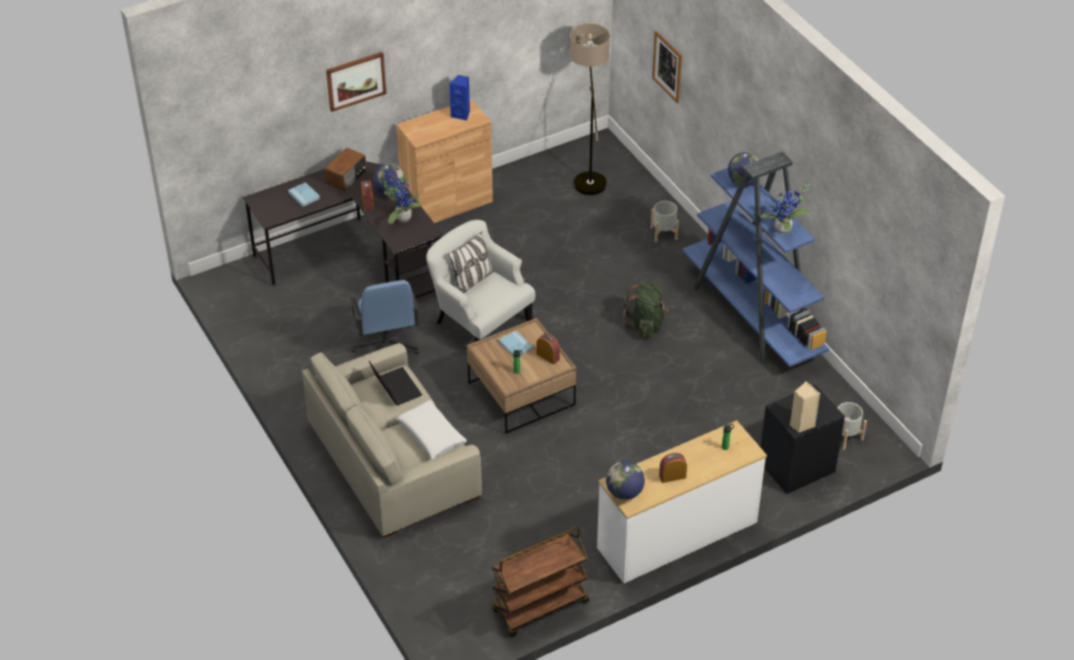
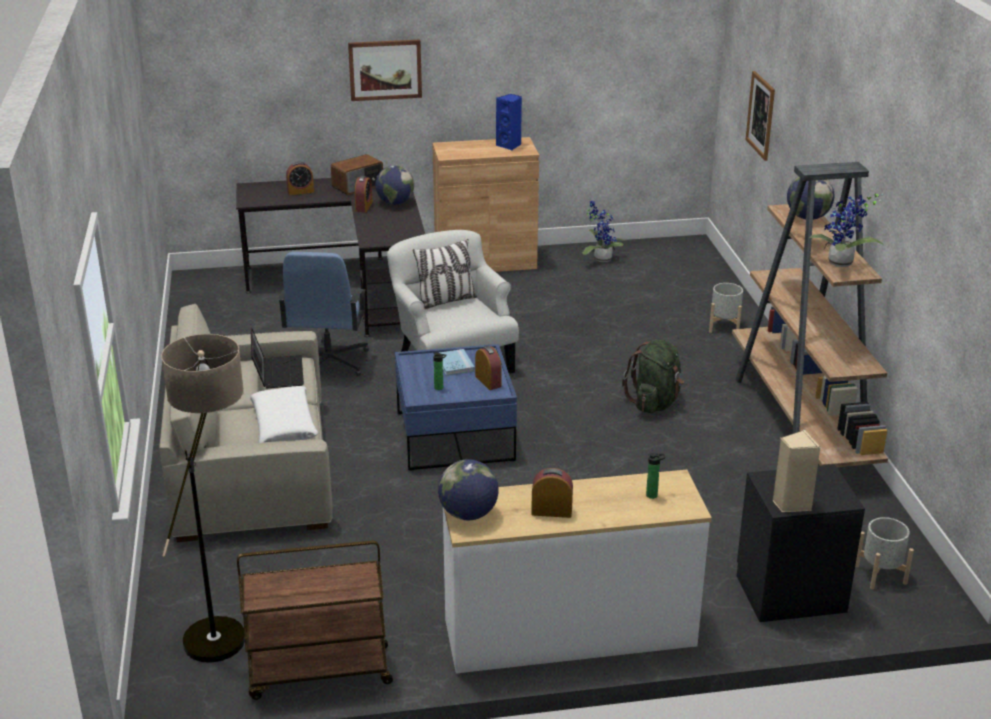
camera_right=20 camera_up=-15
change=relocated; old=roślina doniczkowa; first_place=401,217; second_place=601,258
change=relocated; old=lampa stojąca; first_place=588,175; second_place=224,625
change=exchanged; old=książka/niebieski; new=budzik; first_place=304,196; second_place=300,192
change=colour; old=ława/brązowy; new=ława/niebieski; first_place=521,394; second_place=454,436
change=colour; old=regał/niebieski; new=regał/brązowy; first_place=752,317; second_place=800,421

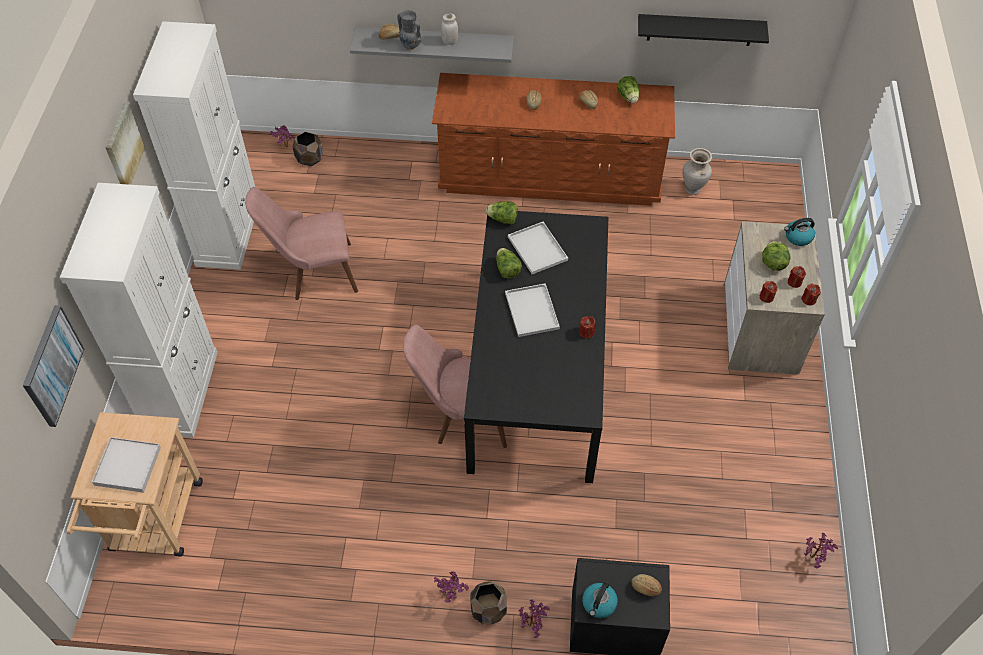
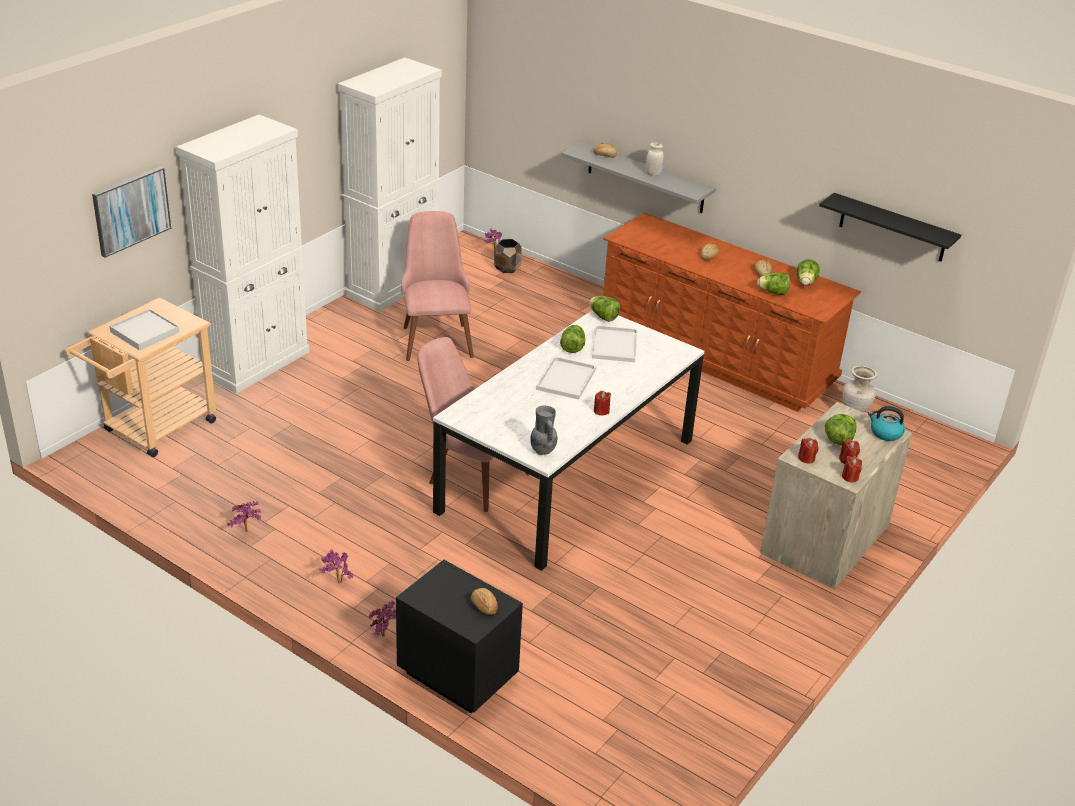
camera_right=30 camera_up=-20
change=missing; old=obraz; first_place=123,147
change=missing; old=donica/brązowy; first_place=488,610
change=missing; old=czajnik; first_place=599,604
change=appeared; new=sałata; second_place=773,293
change=relocated; old=wazon/szary; first_place=410,46; second_place=543,451
change=relocated; old=roślina doniczkowa; first_place=814,558; second_place=247,533
change=colour; old=stół jadalny/czarny; new=stół jadalny/biały; first_place=536,370; second_place=568,474
change=spun; old=krzesło/różowy; first_place=312,273; second_place=435,336; degrees=60

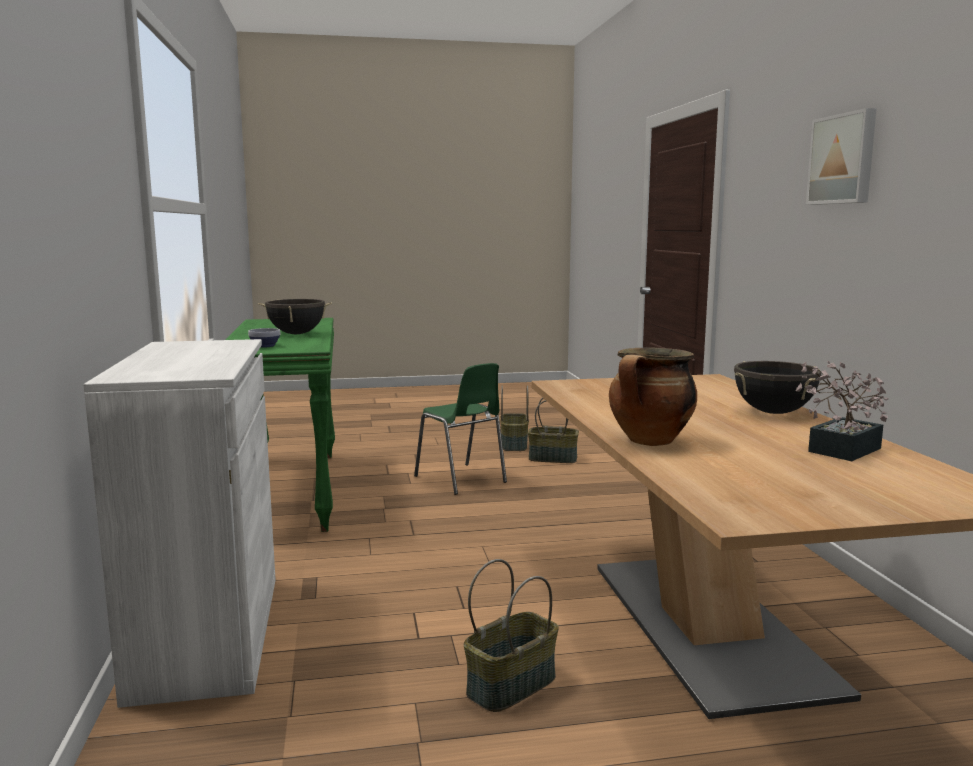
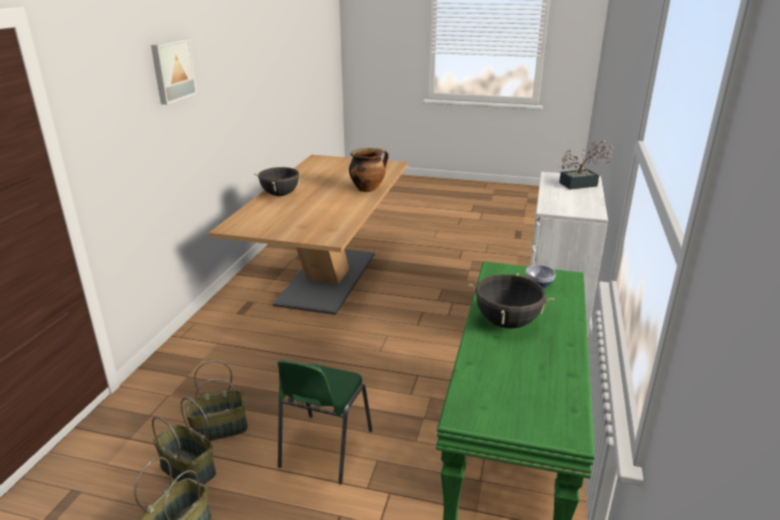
camera_right=-155 camera_up=15
change=relocated; old=koszyk; first_place=511,684; second_place=219,429
change=relocated; old=roślina doniczkowa; first_place=839,451; second_place=582,184
change=spun; old=krzesło/zielony; first_place=461,480; second_place=324,450; degrees=-150

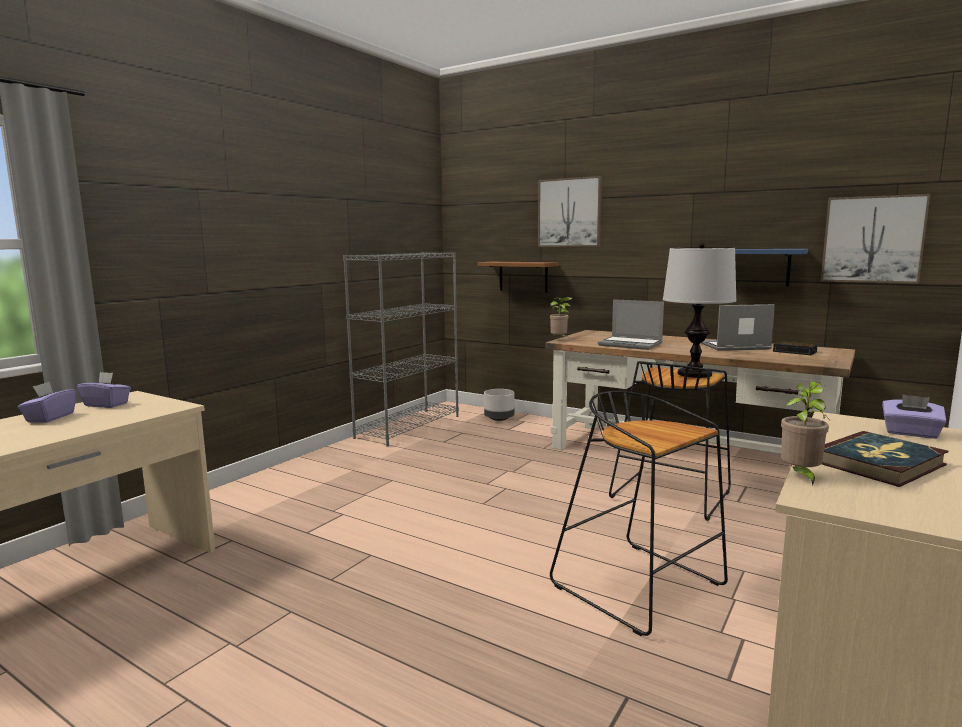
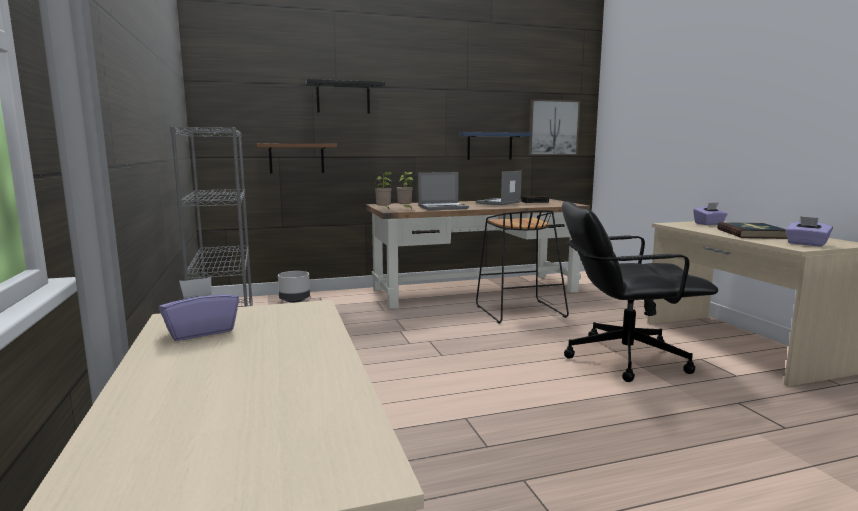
camera_right=-50 camera_up=0
change=missing; old=lampa stołowa; first_place=694,374
change=relocated; old=pudełko chusteczek/fioletowy; first_place=50,418; second_place=806,244
change=relocated; old=roślina doniczkowa; first_place=800,476; second_place=405,209
change=exchanged; old=obraz; new=półka/czarny; first_place=569,212; second_place=343,98
change=exchanged; old=stołek/czarny; new=krzesło biurowe/czarny; first_place=641,586; second_place=623,358

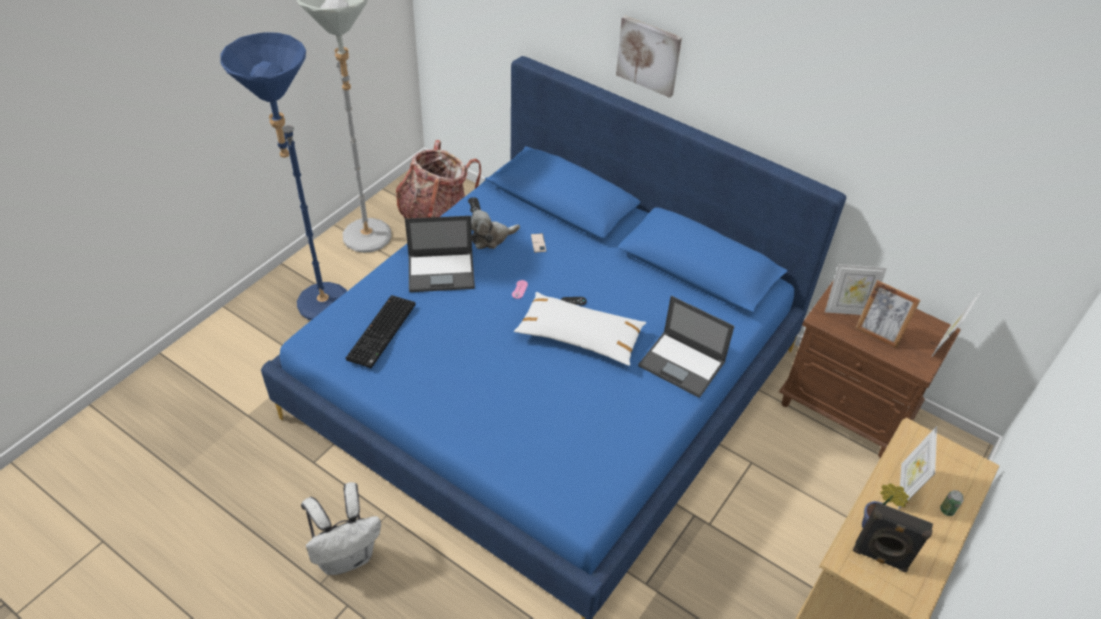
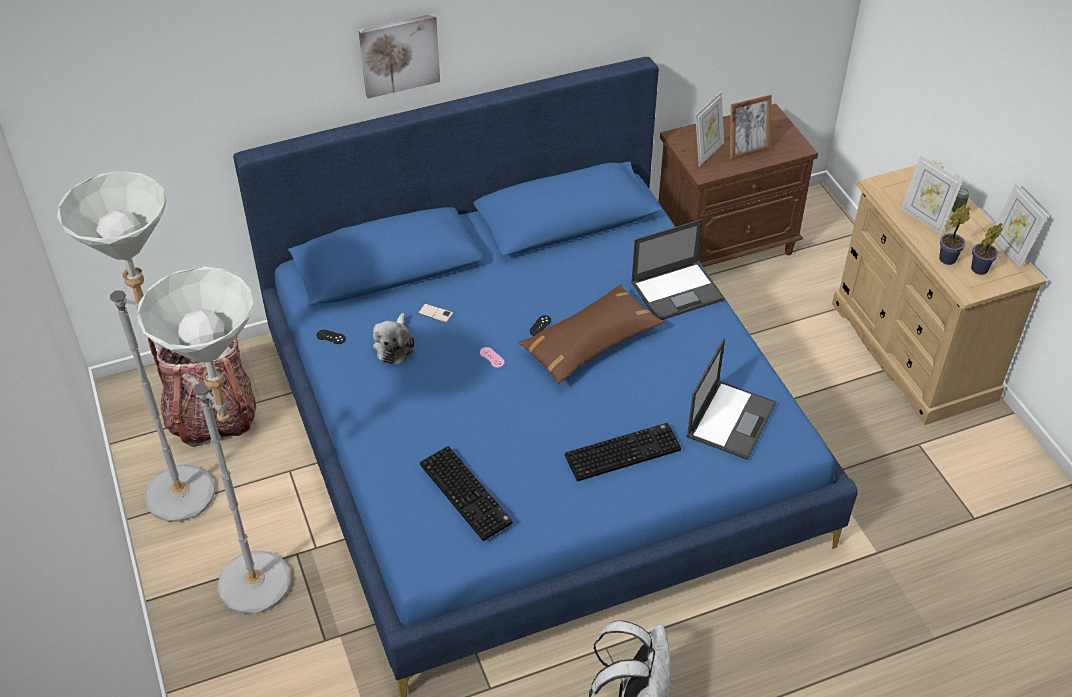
camera_right=-55 camera_up=0
change=appeared; new=klawiatura; second_place=623,451
change=relocated; old=laptop; first_place=442,272; second_place=731,419
change=relocated; old=ramka na zdjęcie; first_place=944,345; second_place=1009,250
change=exchanged; old=głośnik/czarny; new=roślina doniczkowa; first_place=880,558; second_place=977,270
change=colour; old=lampa stojąca/niebieski; new=lampa stojąca/szary; first_place=320,311; second_place=266,592
change=colour; old=poduszka/biały; new=poduszka/brązowy; first_place=580,336; second_place=590,343

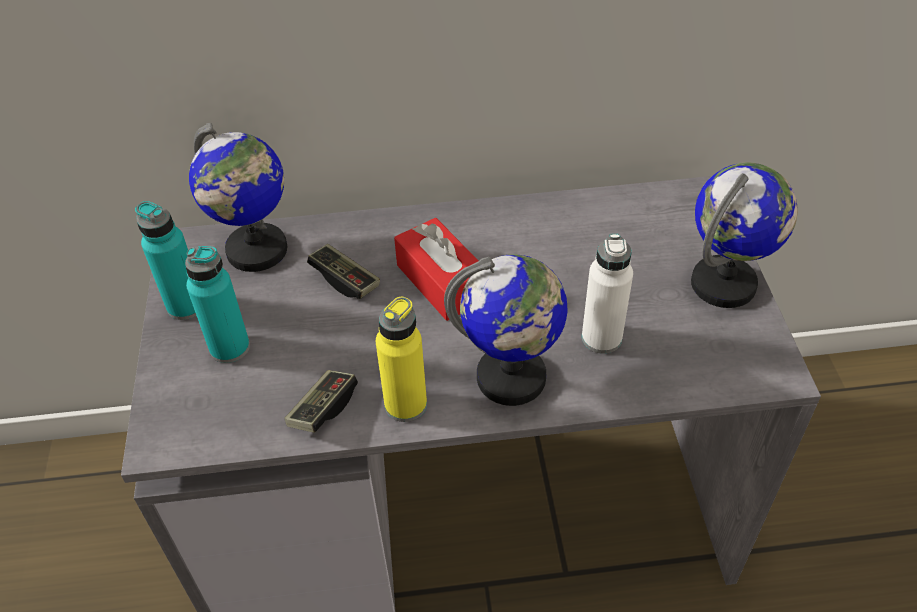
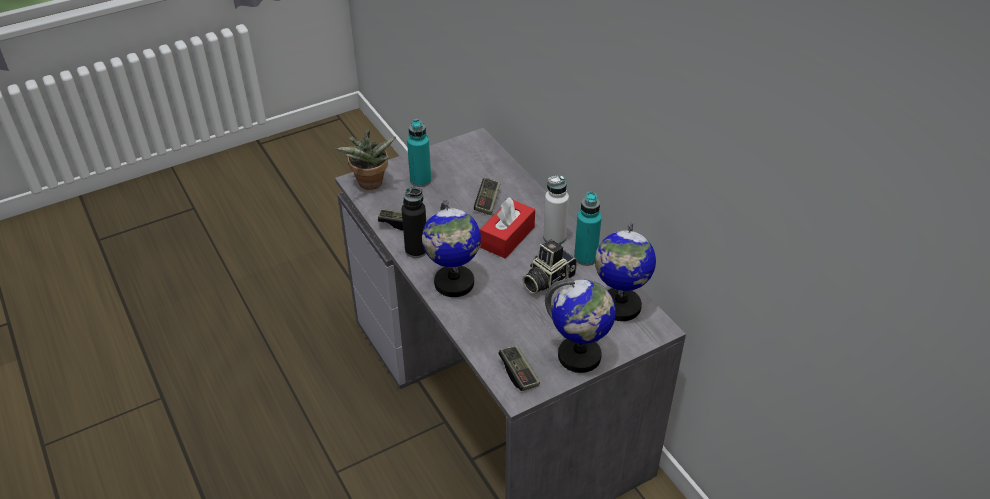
camera_right=65 camera_up=-5
change=appeared; new=roślina doniczkowa; second_place=370,185
change=appeared; new=pad do gier; second_place=519,373
change=appeared; new=aparat fotograficzny; second_place=547,280
change=relocated; old=butelka/turkusowy; first_place=186,306; second_place=585,258
change=relocated; old=globus; first_place=257,251; second_place=619,306
change=relocated; old=butelka/biały; first_place=601,338; second_place=554,238
change=colour; old=butelka/żółty; new=butelka/czarny; first_place=405,404; second_place=416,250

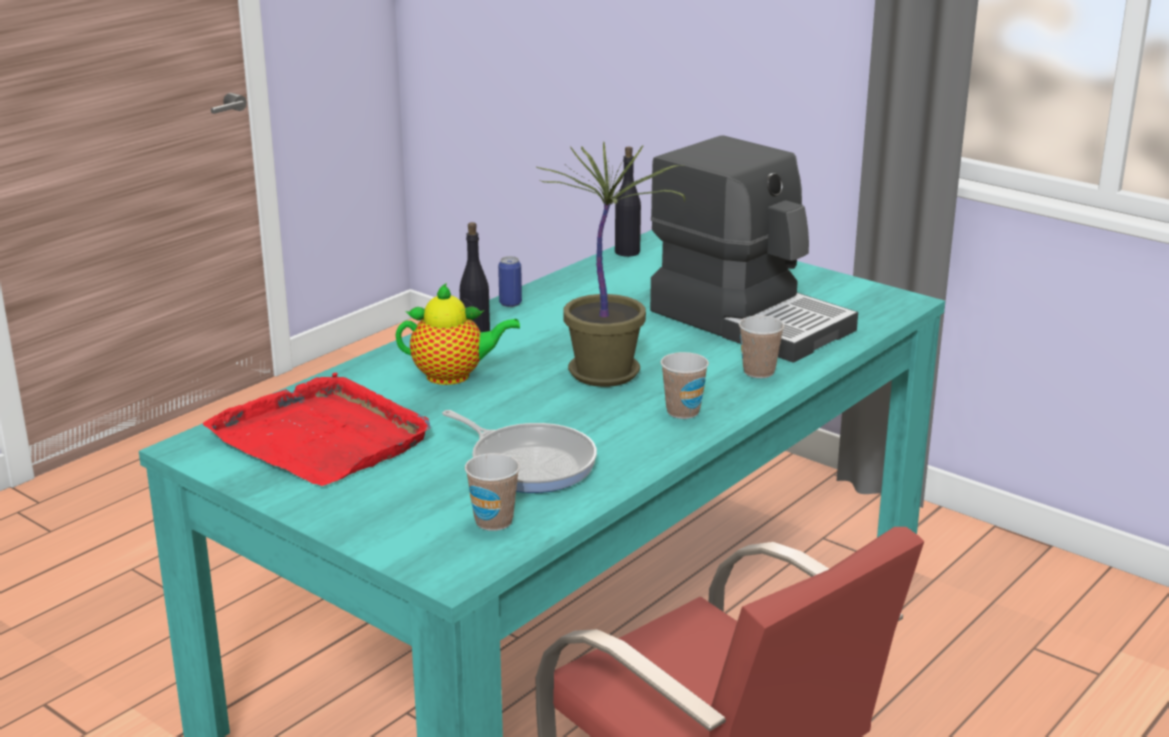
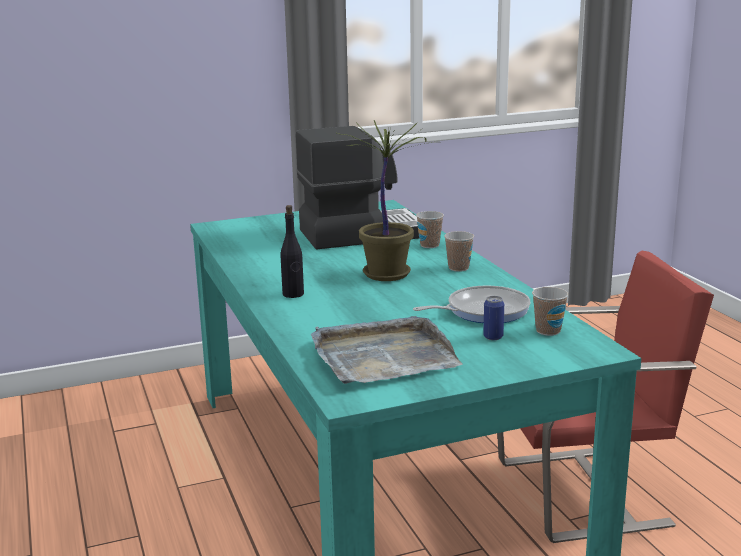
camera_right=-60 camera_up=-5
change=missing; old=imbryk; first_place=453,376
change=missing; old=butelka/czarny; first_place=627,252
change=relocated; old=puszka; first_place=510,303; second_place=493,337
change=colour; old=taca/czerwony; new=taca/szary; first_place=323,437; second_place=383,356

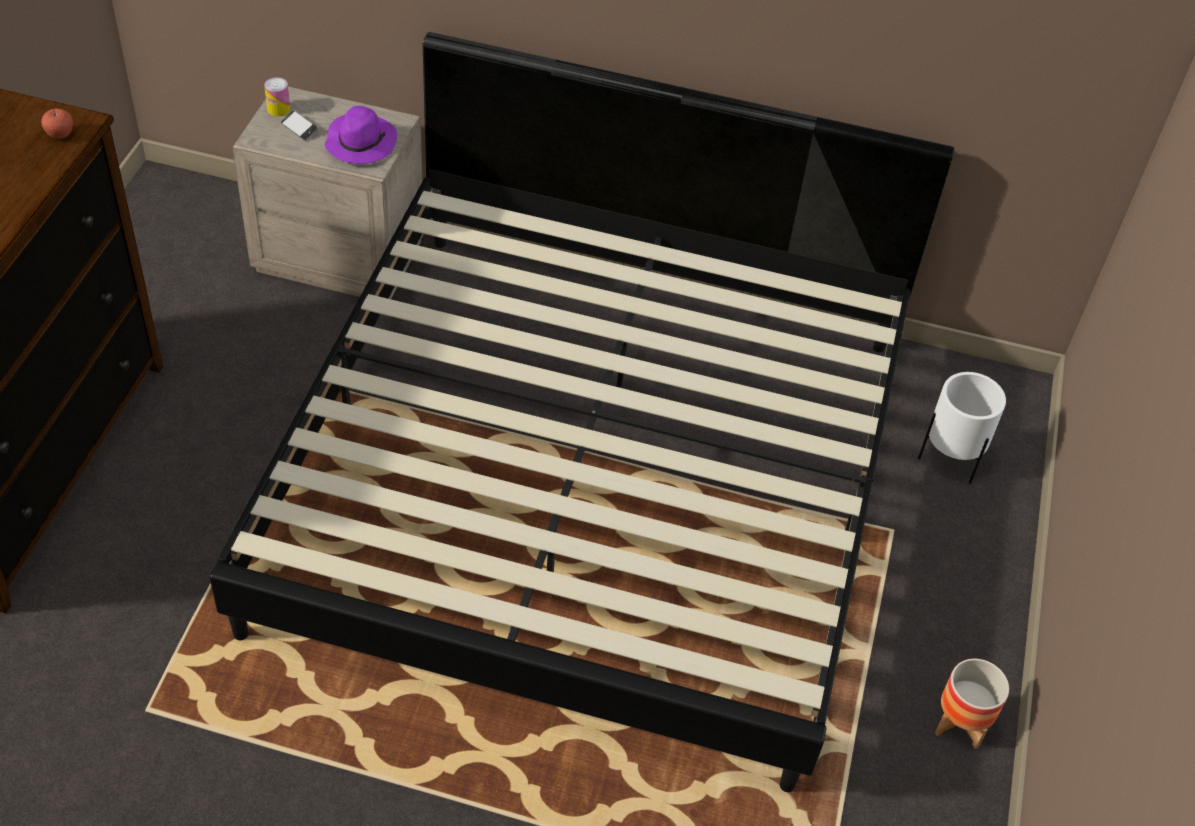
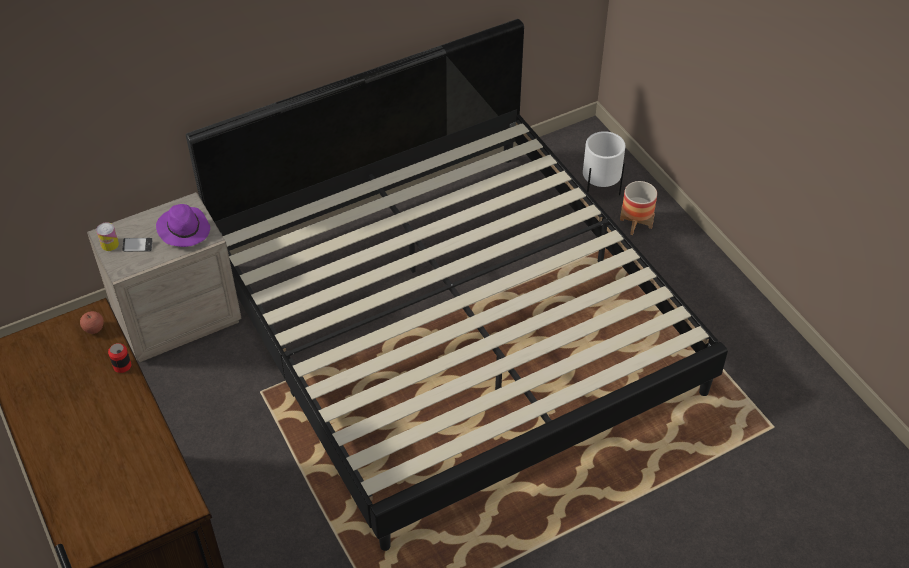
camera_right=-40 camera_up=0
change=appeared; new=puszka; second_place=122,366
change=relocated; old=donica; first_place=960,724; second_place=636,223

